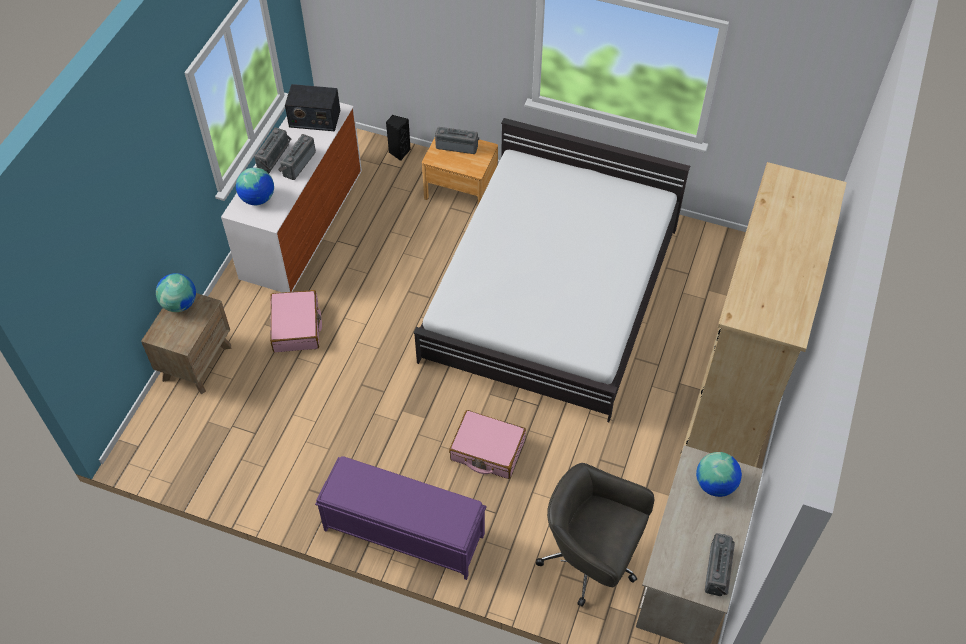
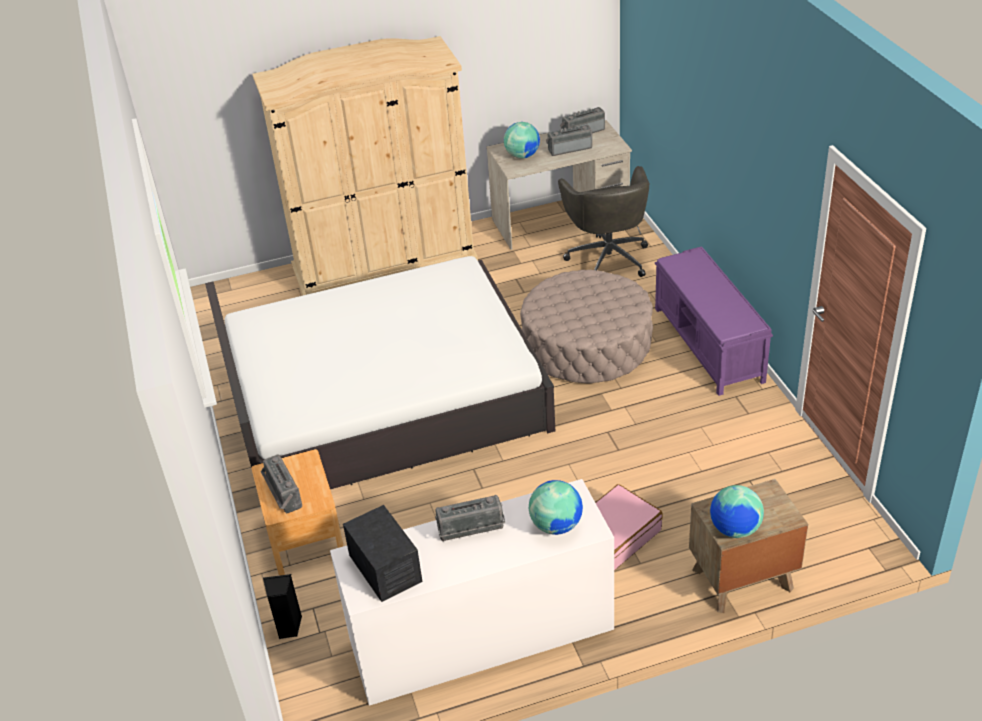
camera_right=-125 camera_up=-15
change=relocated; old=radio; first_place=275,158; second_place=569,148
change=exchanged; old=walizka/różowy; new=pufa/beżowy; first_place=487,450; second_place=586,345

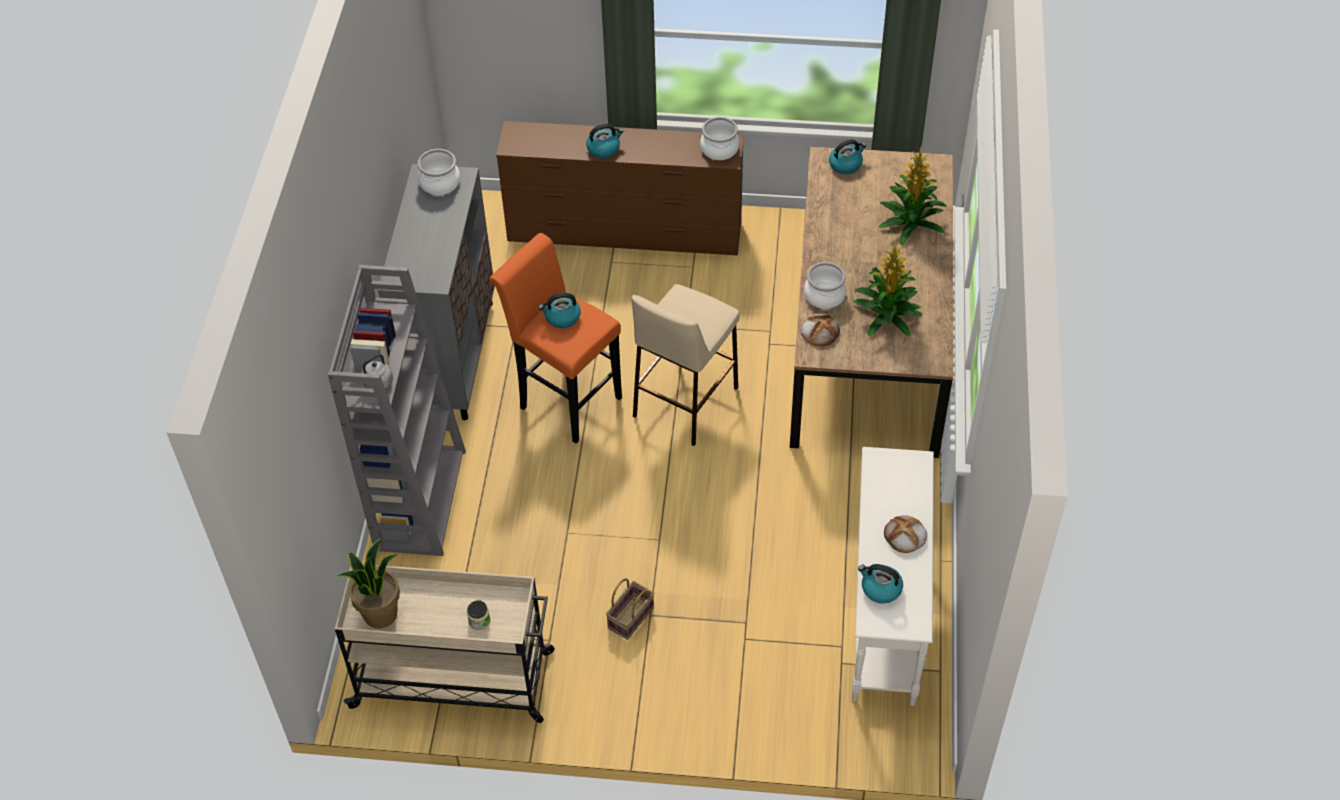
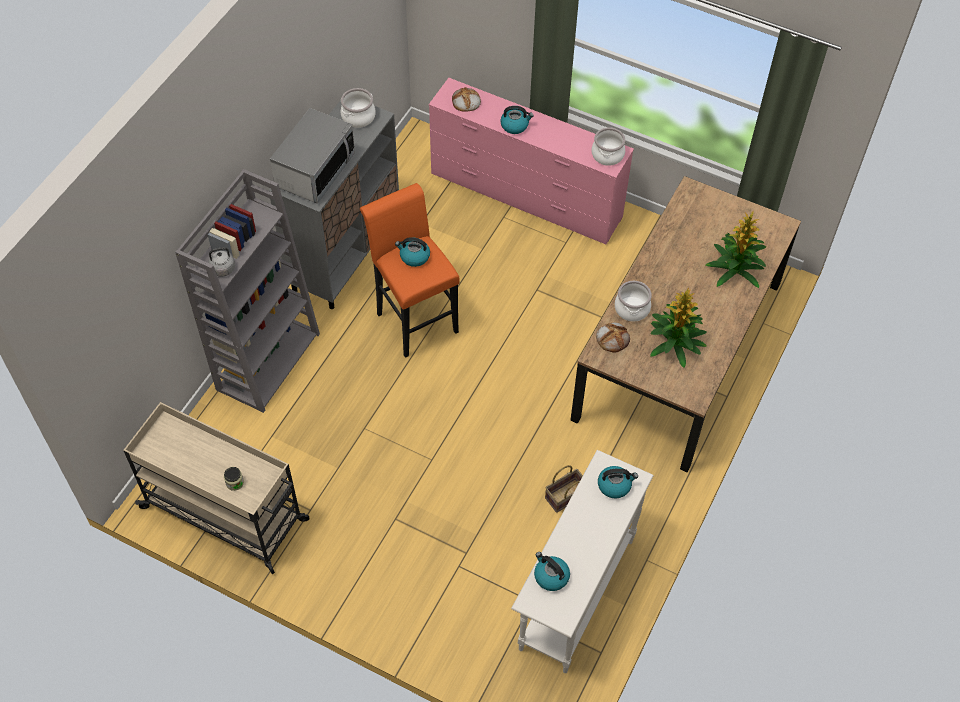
camera_right=20 camera_up=5
change=missing; old=roślina doniczkowa; first_place=380,613
change=missing; old=stołek/beżowy; first_place=685,402
change=appeared; new=mikrofalówka; second_place=315,170
change=relocated; old=koszyk; first_place=631,619; second_place=565,497
change=relocated; old=czajnik; first_place=845,164; second_place=614,485
change=relocated; old=chleb; first_place=905,536; second_place=466,102
change=colour; old=komoda/brązowy; new=komoda/różowy; first_place=625,233; second_place=526,196

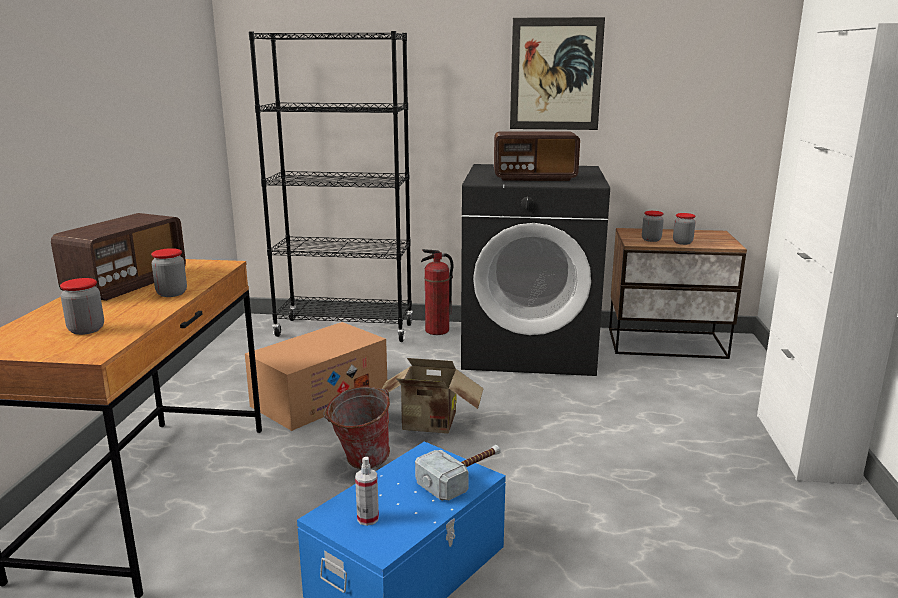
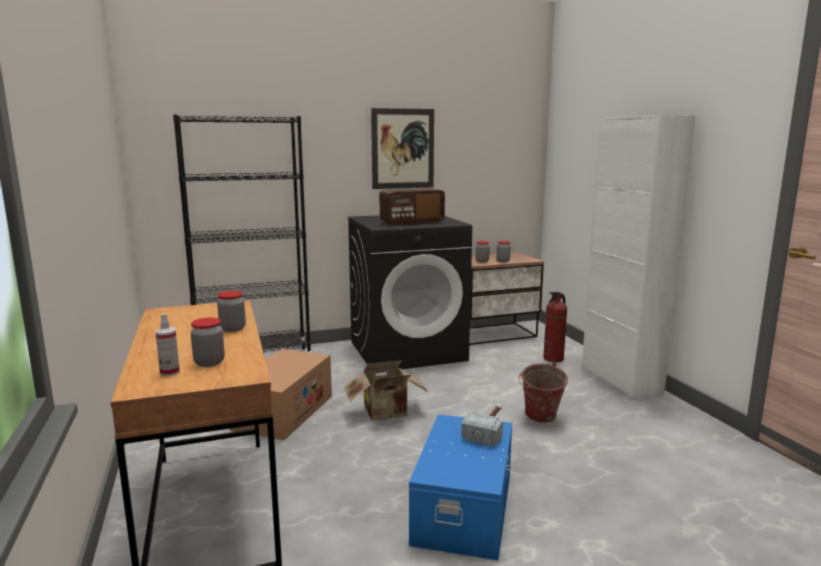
camera_right=-25 camera_up=-5
change=missing; old=radio; first_place=127,284
change=relocated; old=wiadro; first_place=360,463; second_place=540,419
change=relocated; old=spryskiwacz; first_place=368,518; second_place=169,372
change=relocated; old=gaśnica; first_place=437,331; second_place=553,359

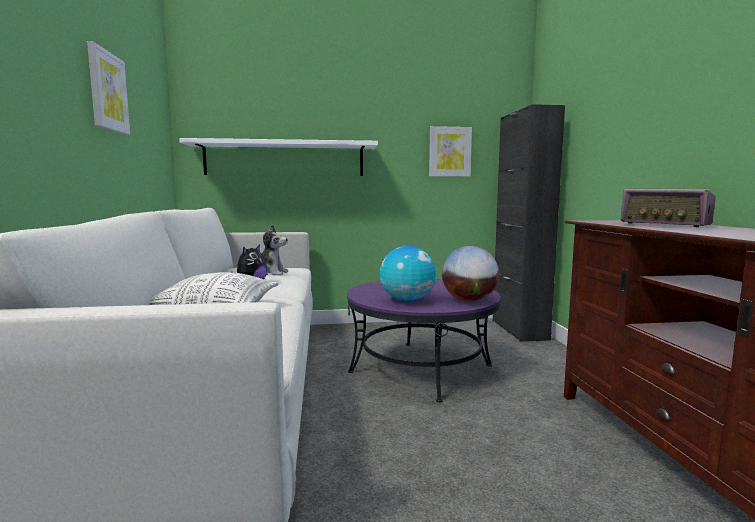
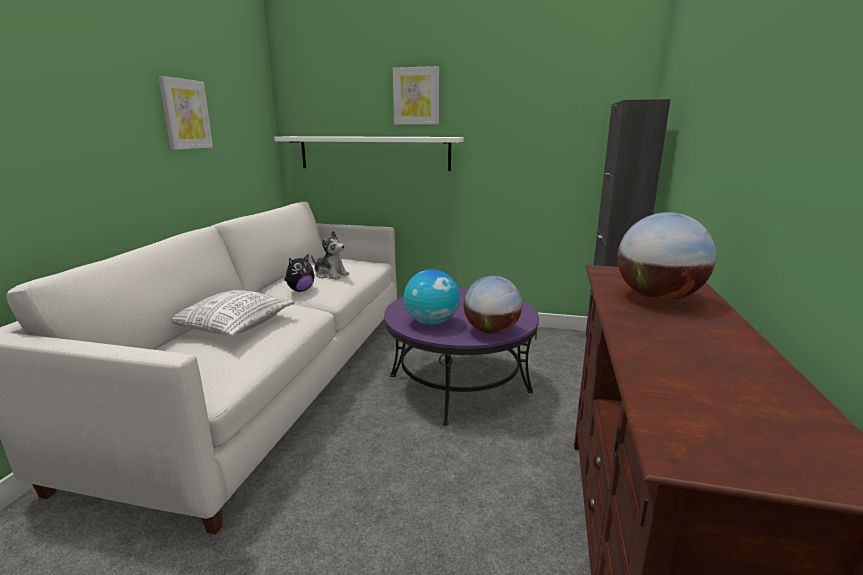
camera_right=20 camera_up=10
change=relocated; old=obraz; first_place=449,152; second_place=416,96
change=exchanged; old=radio; new=globus; first_place=666,225; second_place=658,298

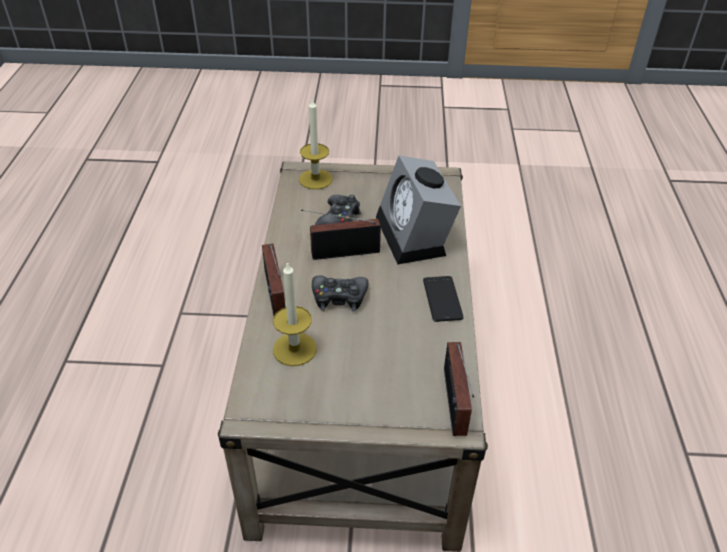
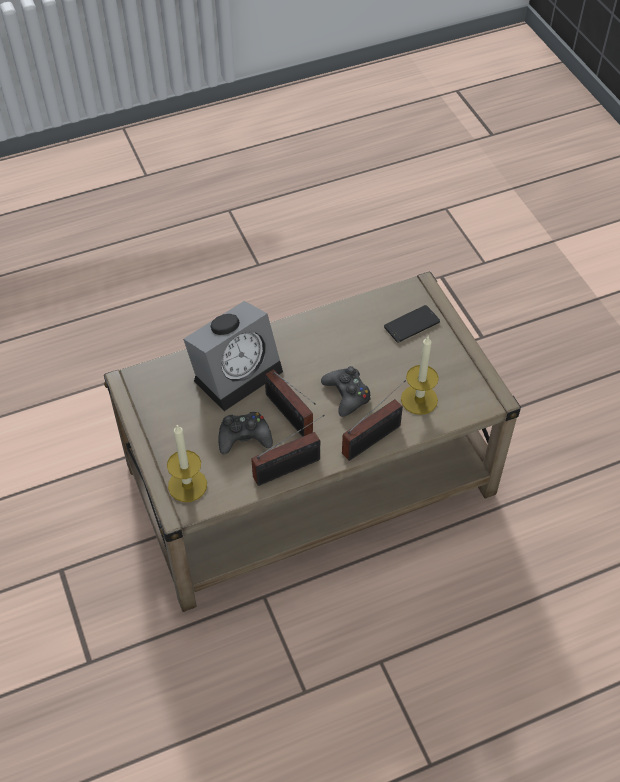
camera_right=-115 camera_up=10
change=relocated; old=telefon; first_place=442,299; second_place=411,324
change=relocated; old=radio; first_place=454,405; second_place=290,467

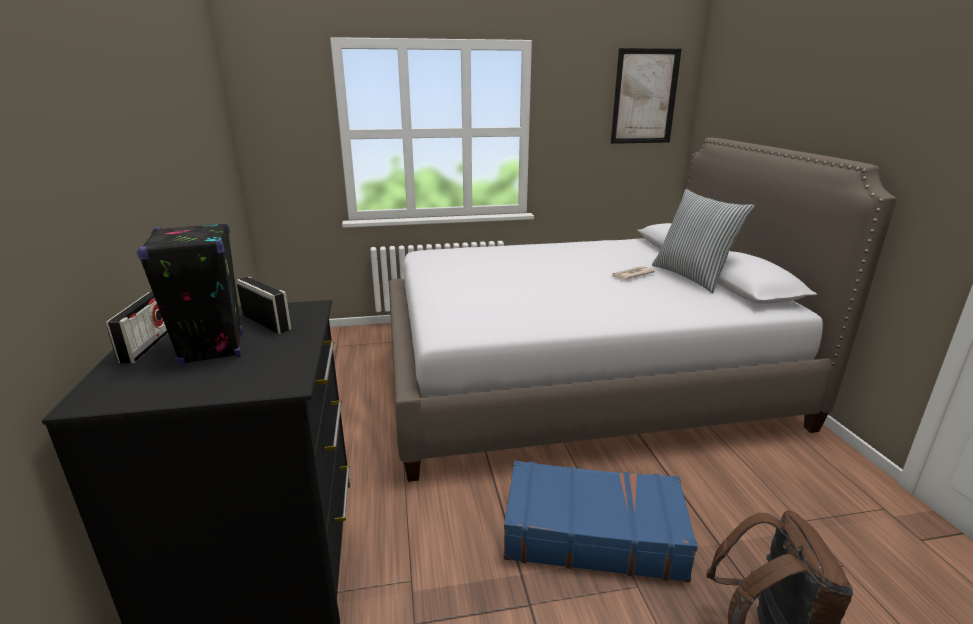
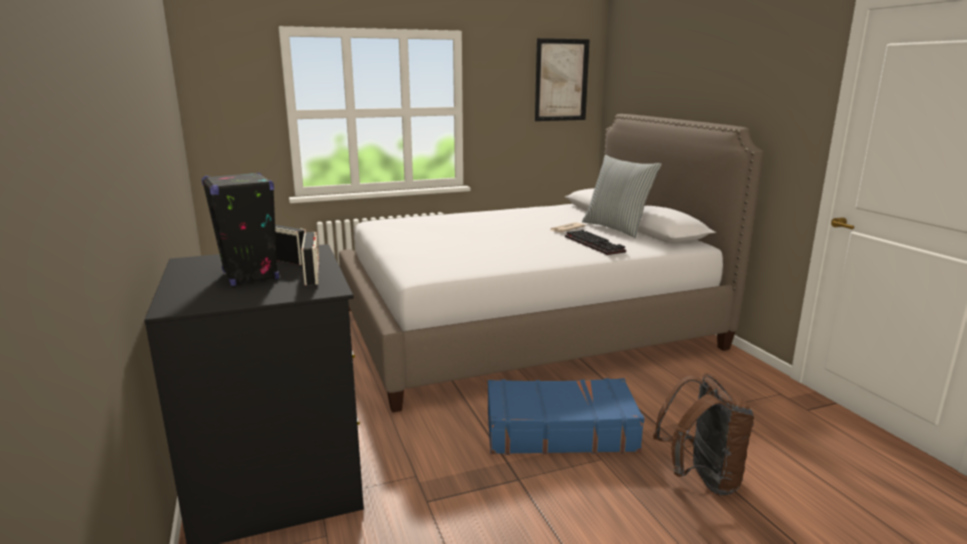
camera_right=-10 camera_up=-5
change=appeared; new=klawiatura; second_place=596,244
change=relocated; old=radio; first_place=147,345; second_place=312,275

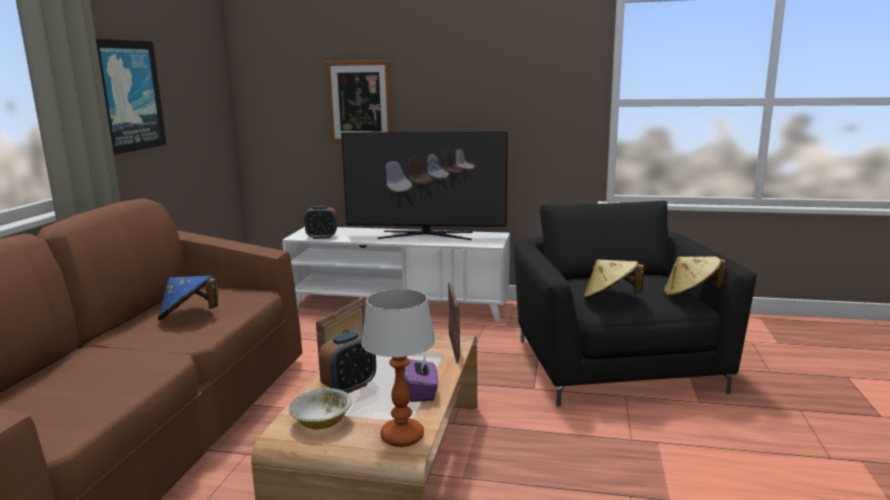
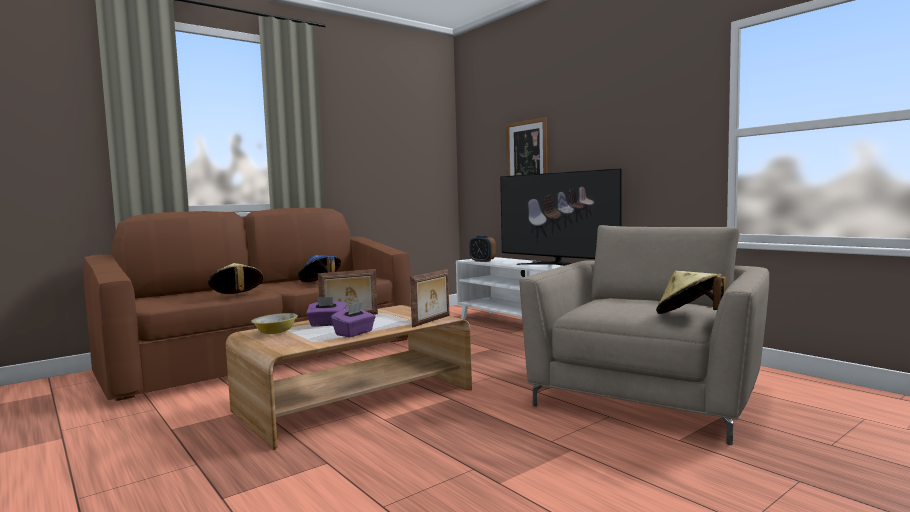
camera_right=40 camera_up=-10
change=missing; old=obraz; first_place=128,96
change=missing; old=lampa stołowa; first_place=402,437
change=relocated; old=kapelusz/beżowy; first_place=610,299; second_place=237,296
change=exchanged; old=budzik; new=pudełko chusteczek/fioletowy; first_place=349,387; second_place=327,324
change=colour; old=fotel/czarny; new=fotel/beżowy; first_place=616,364; second_place=647,396

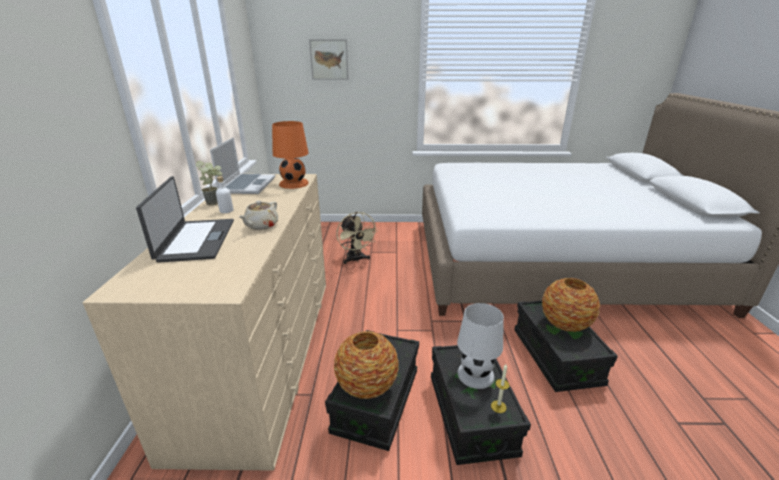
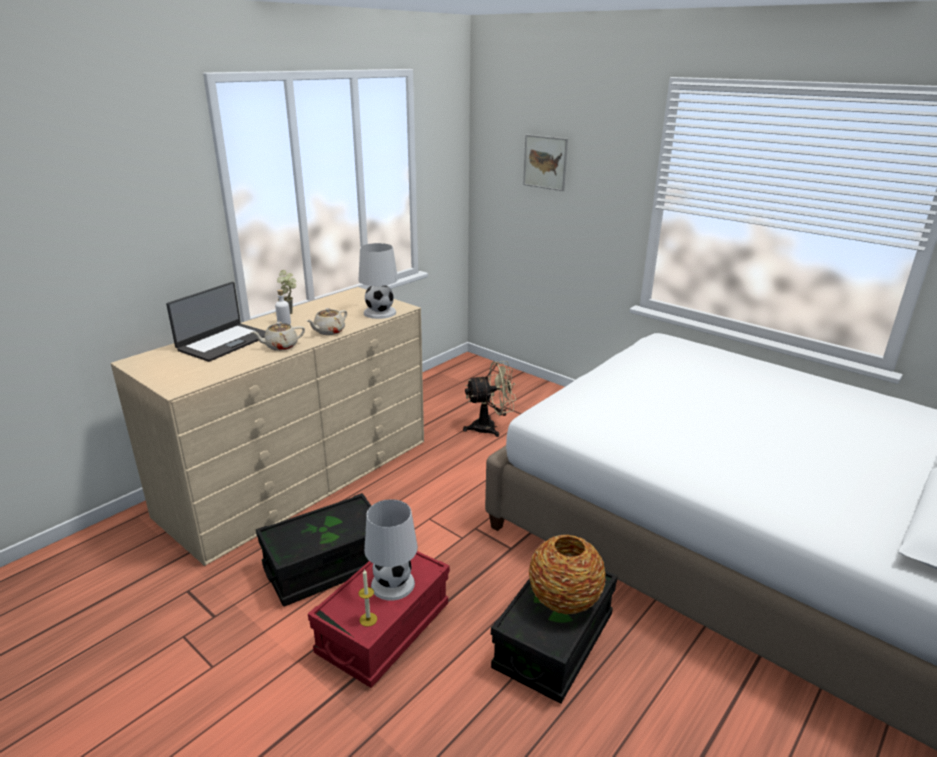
camera_right=40 camera_up=0
change=missing; old=laptop; first_place=247,185
change=missing; old=wazon; first_place=366,386
change=appeared; new=imbryk/beżowy; second_place=329,331
change=colour; old=lampa stołowa/pomarańczowy; new=lampa stołowa/biały; first_place=294,183; second_place=380,313
change=colour; old=pojemnik do przechowywania/czarny; new=pojemnik do przechowywania/czerwony; first_place=471,415; second_place=384,629
change=spun; old=wentylator/beżowy; first_place=356,260; second_place=490,427; degrees=-120

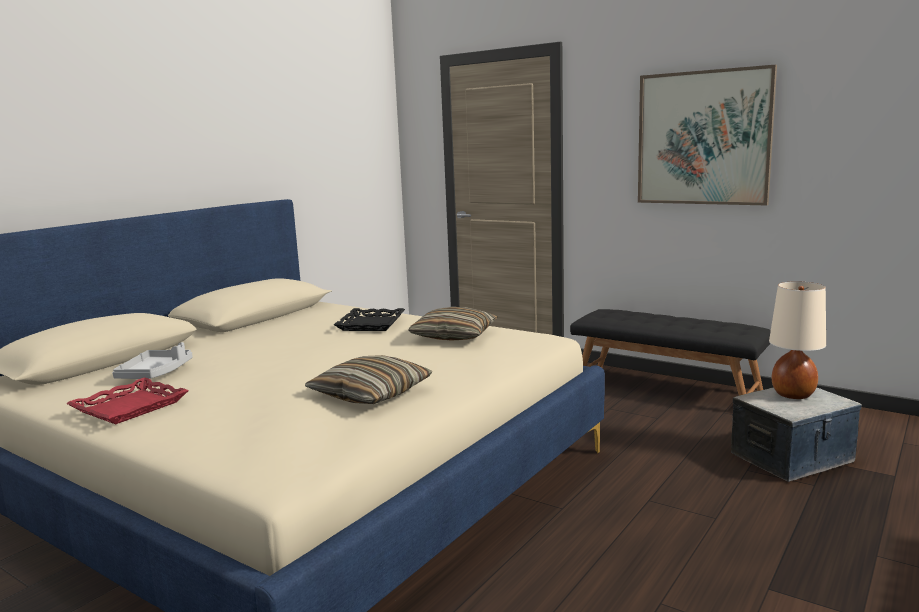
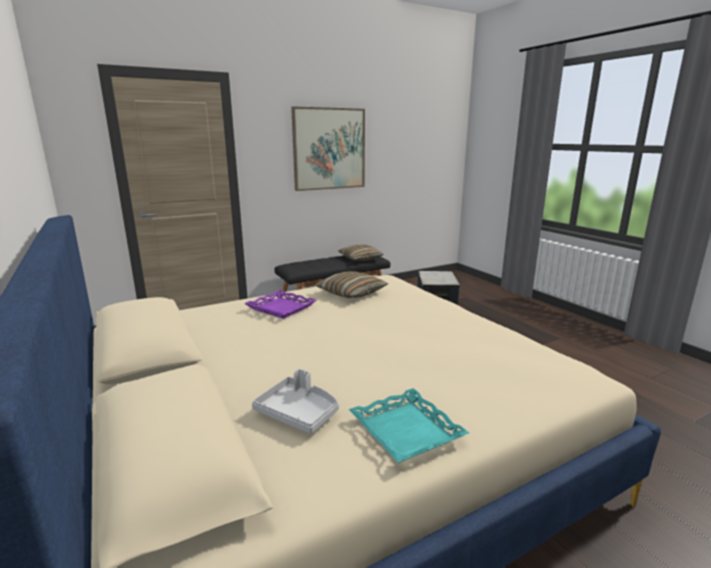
camera_right=-65 camera_up=5
change=missing; old=lampa stołowa/beżowy; first_place=792,394
change=relocated; old=poduszka; first_place=371,394; second_place=360,258
change=colour; old=taca/czerwony; new=taca/turkusowy; first_place=130,407; second_place=407,430
change=colour; old=taca/czarny; new=taca/fioletowy; first_place=370,324; second_place=280,308

